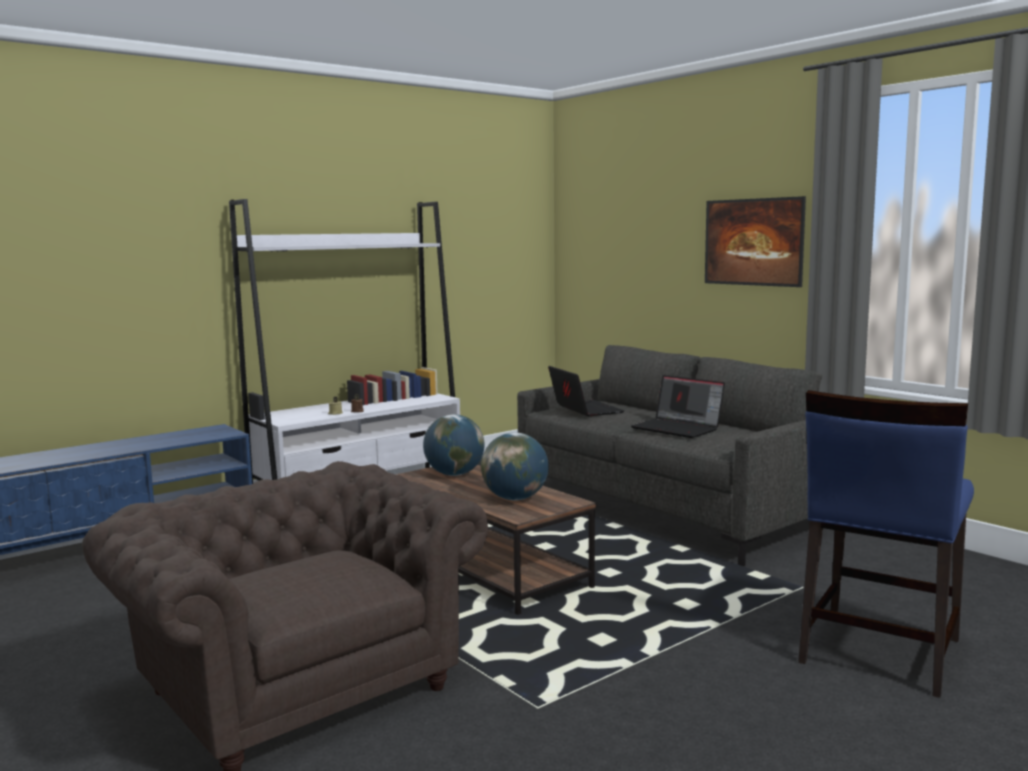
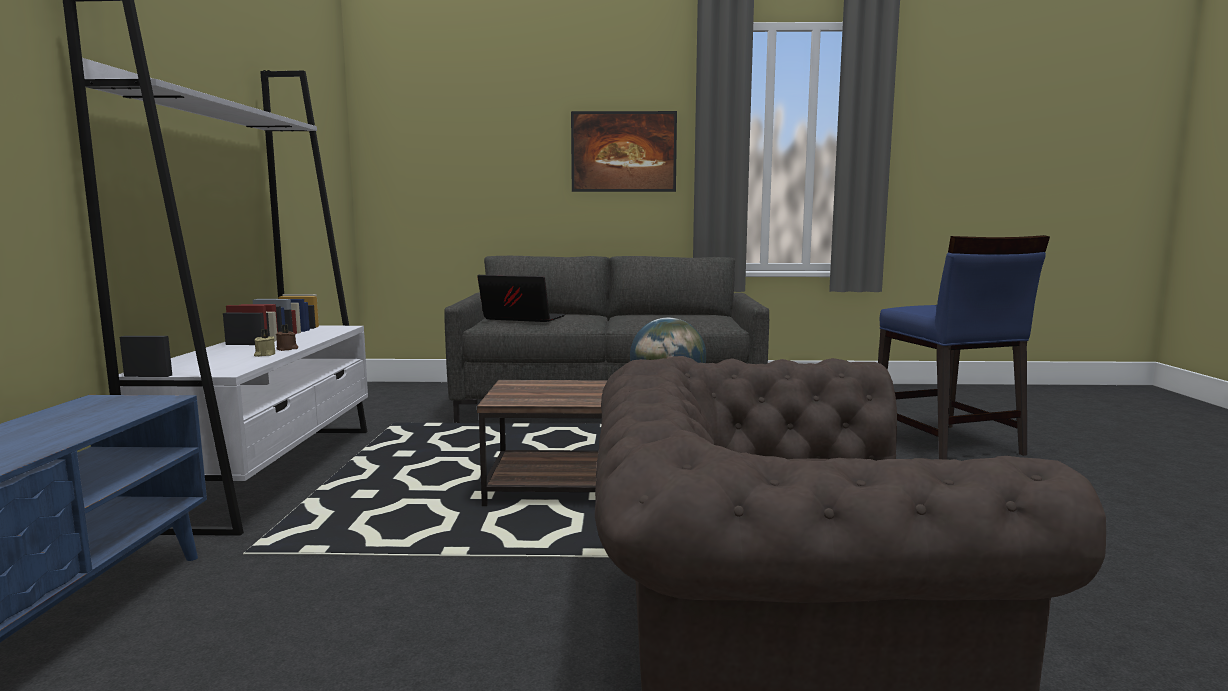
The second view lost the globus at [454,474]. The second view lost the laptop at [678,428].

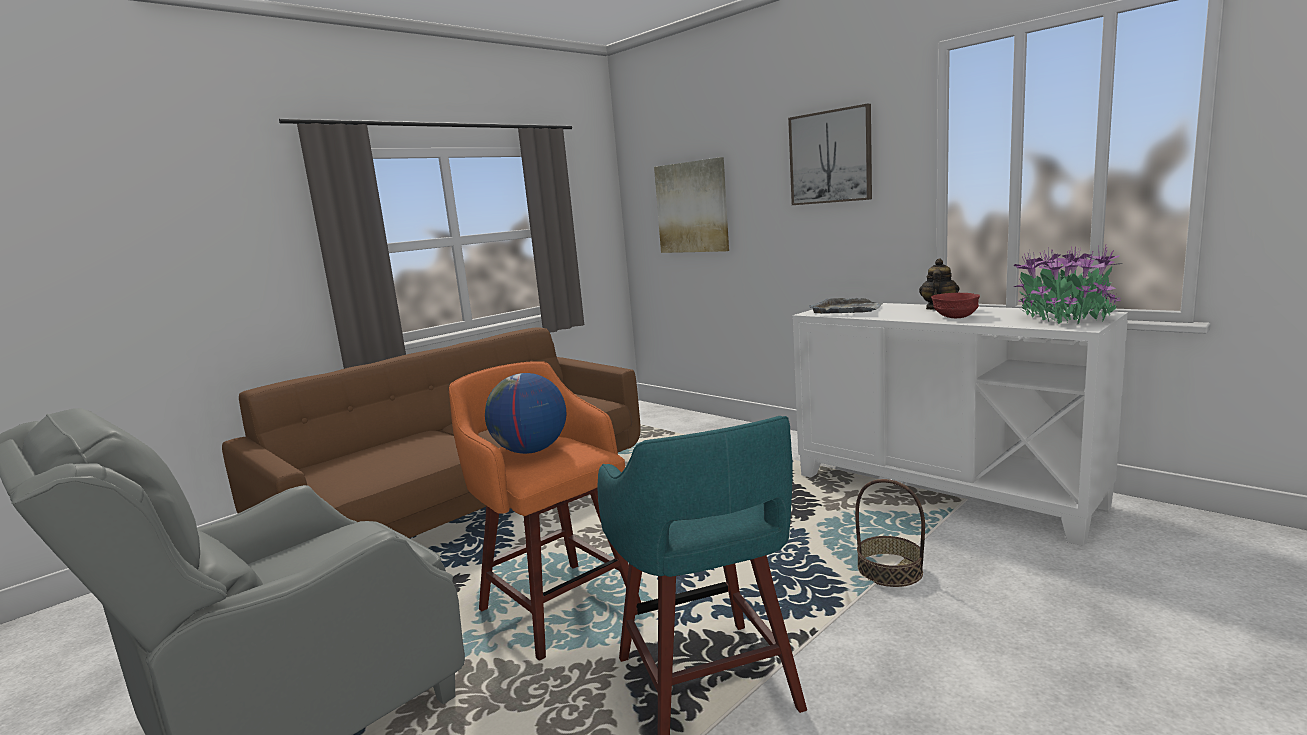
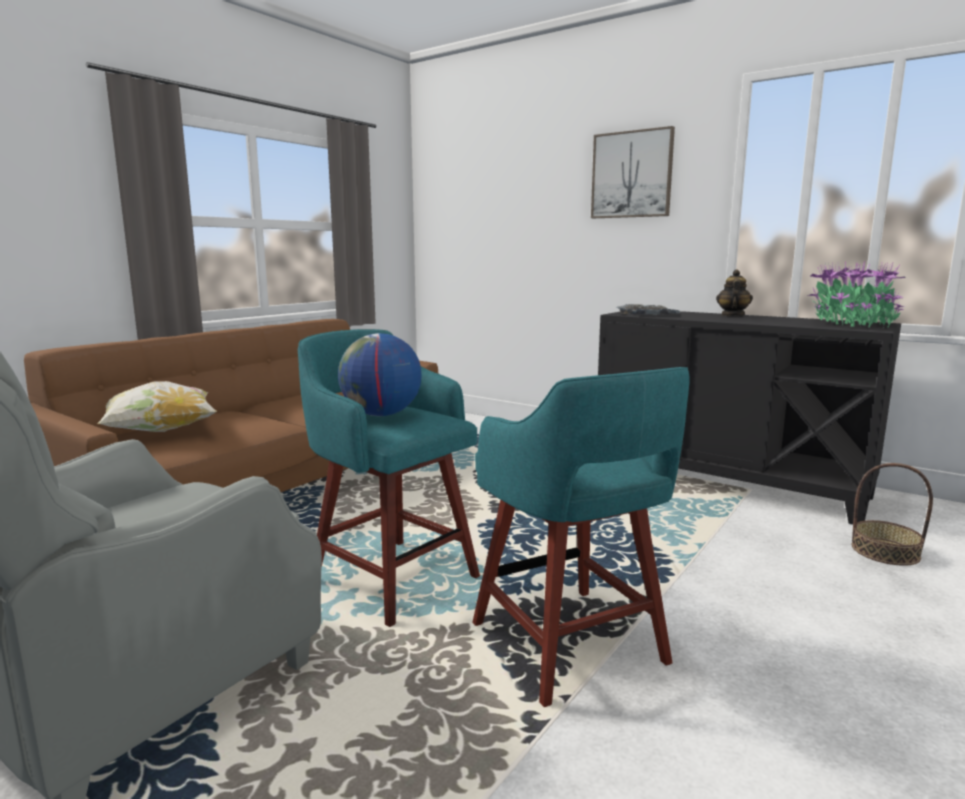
What was the stołek/pomarańczowy at [556,606] turned into the stołek/turkusowy at [391,578]. The second view lost the obraz at [692,207]. What was the szafka/biały at [943,489] turned into the szafka/czarny at [727,482]. The koszyk ended up elsewhere, having gone from [889,570] to [885,551]. The second view lost the miska/czerwony at [955,316]. The second view gained the poduszka at [161,431].

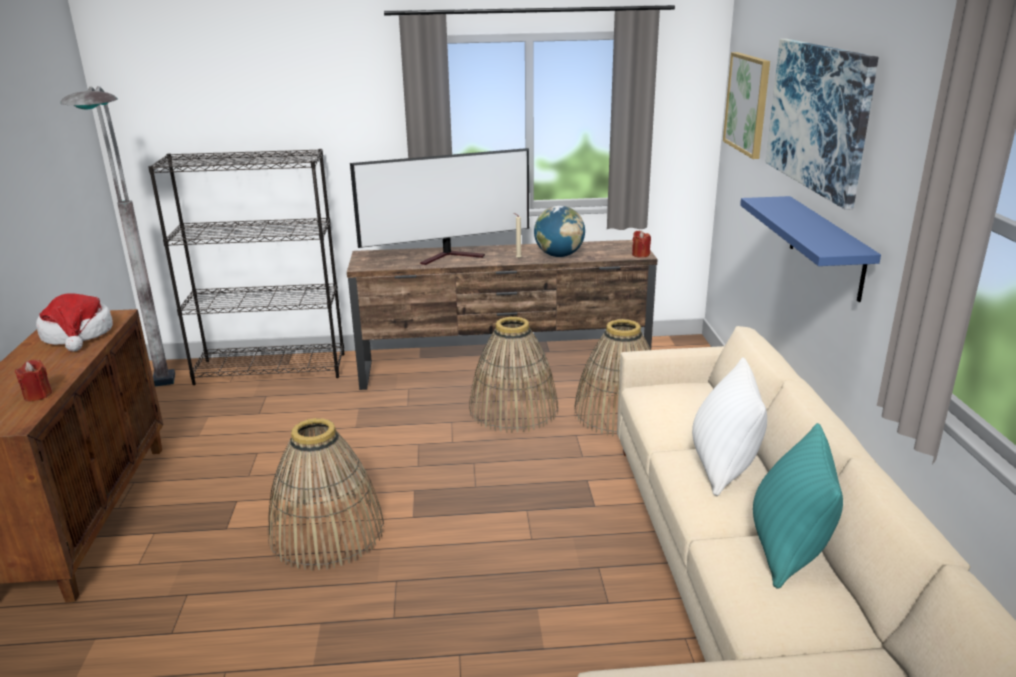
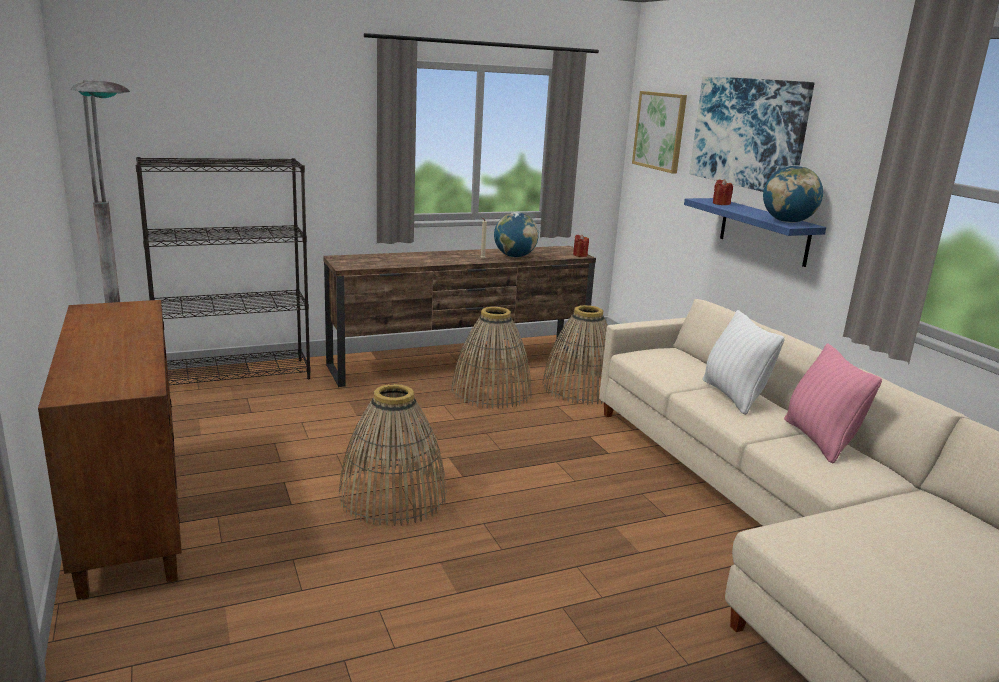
The świeca/czerwony ended up elsewhere, having gone from [38,395] to [721,203]. The second view lost the kapelusz at [78,335]. The second view lost the telewizor at [451,256]. What was the poduszka/turkusowy at [788,549] turned into the poduszka/różowy at [819,440]. The second view gained the globus at [787,222].

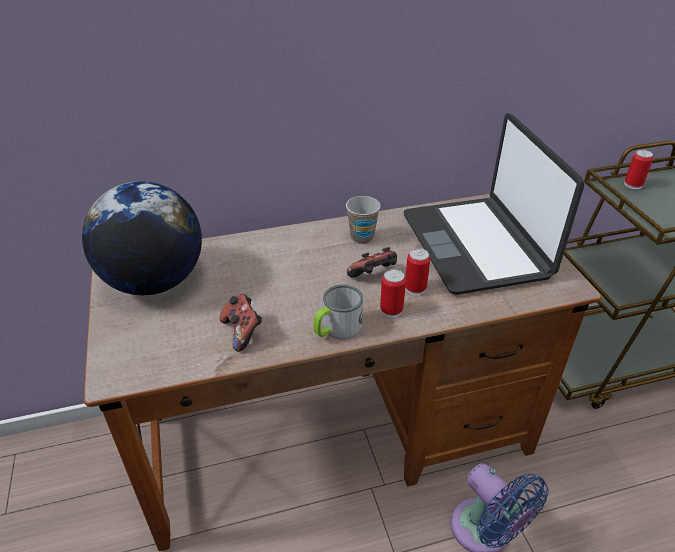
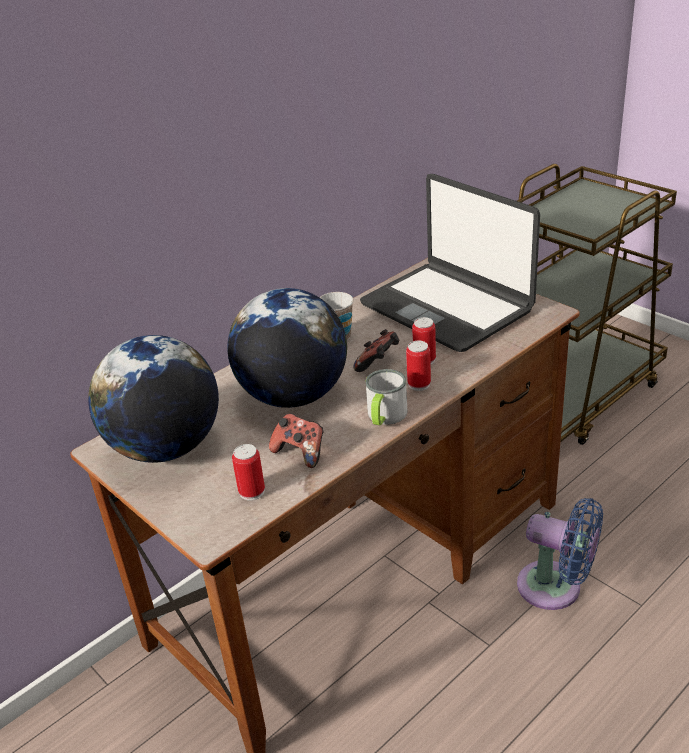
The puszka ended up elsewhere, having gone from [633,184] to [252,491]. The second view gained the globus at [293,396].

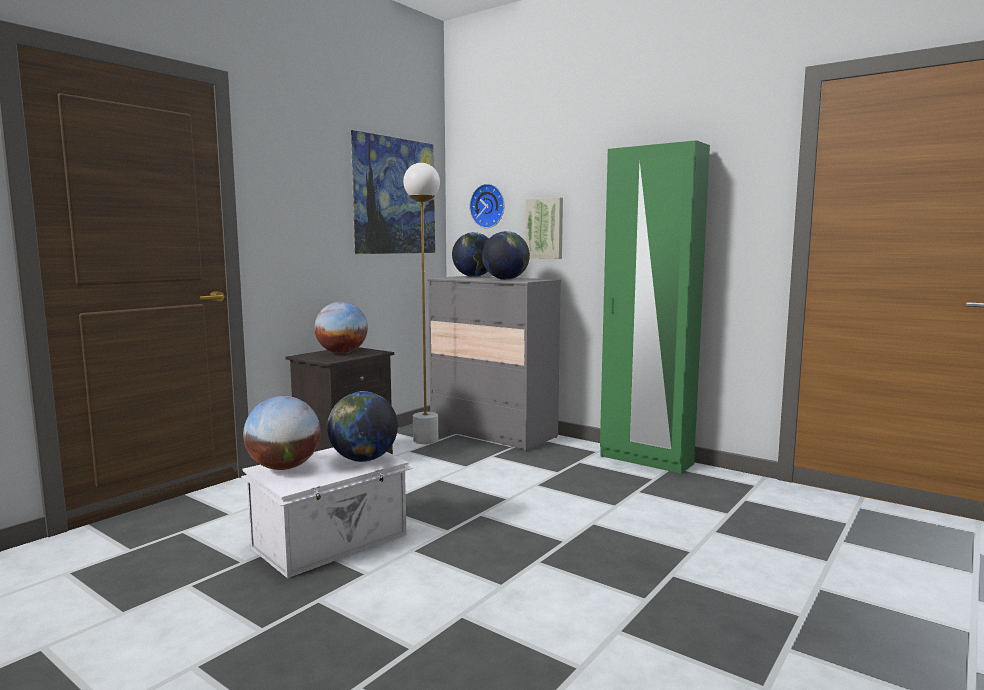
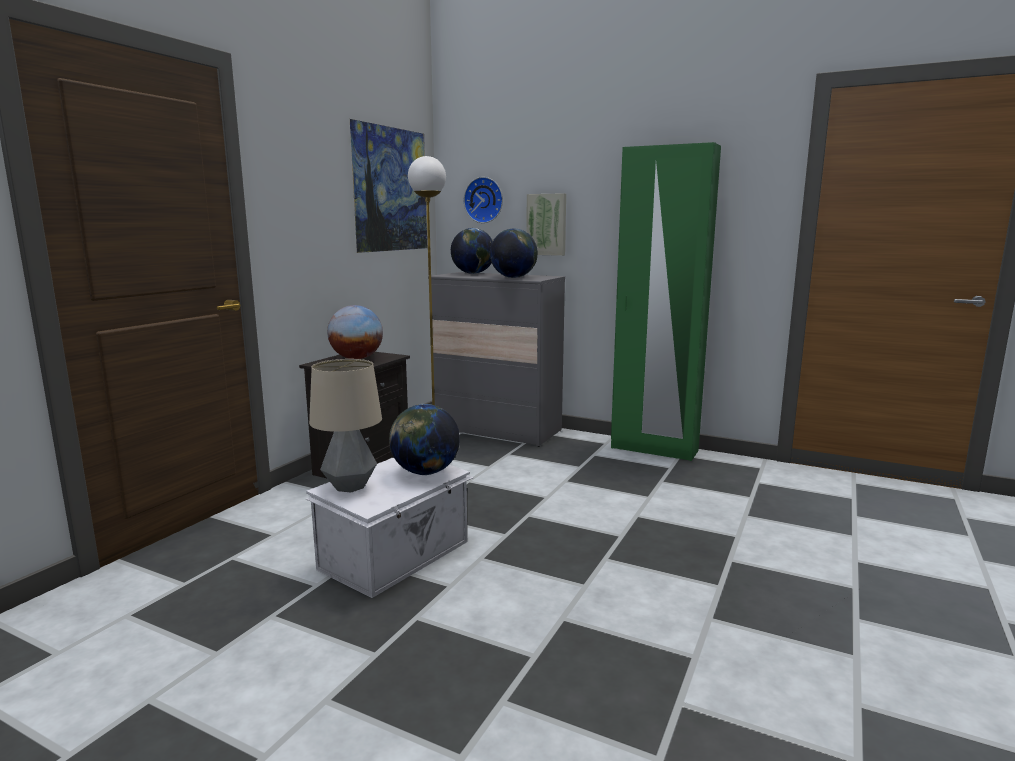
Where the globus stood at [284,467], the lampa stołowa came to stand at [350,486].

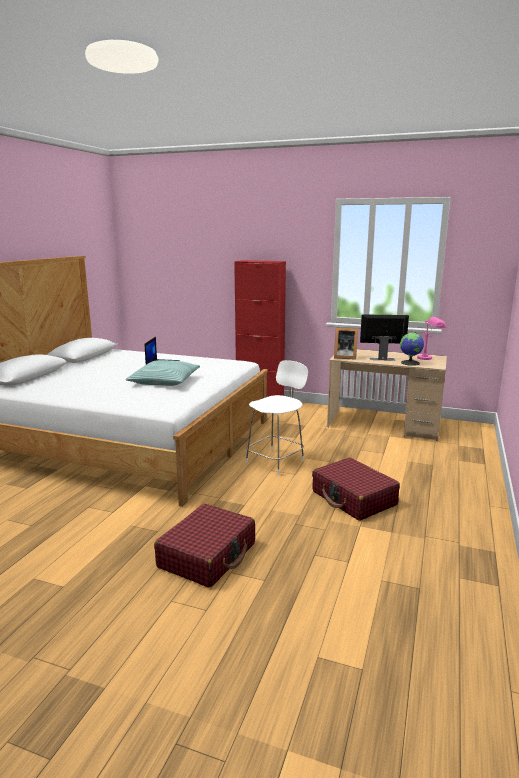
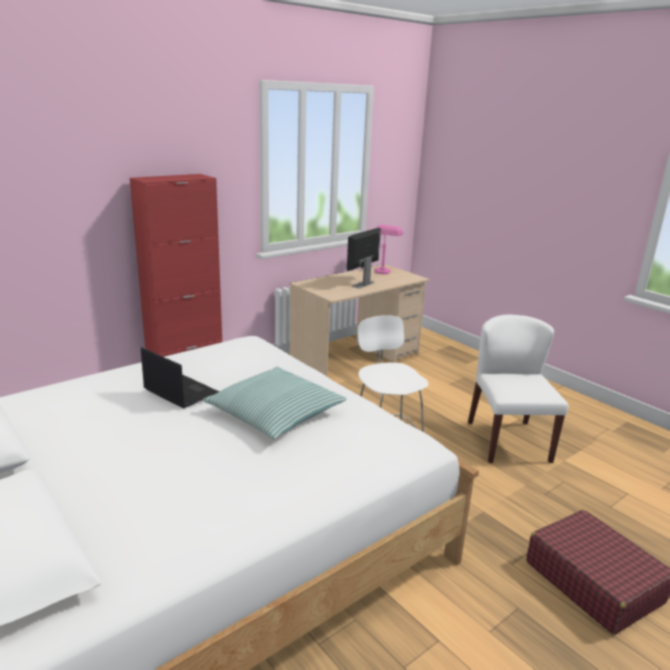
Where the walizka/czerwony stood at [353,498], the krzesło/biały came to stand at [508,441]. The second view lost the ramka na zdjęcie at [344,357]. The second view lost the globus at [410,363].

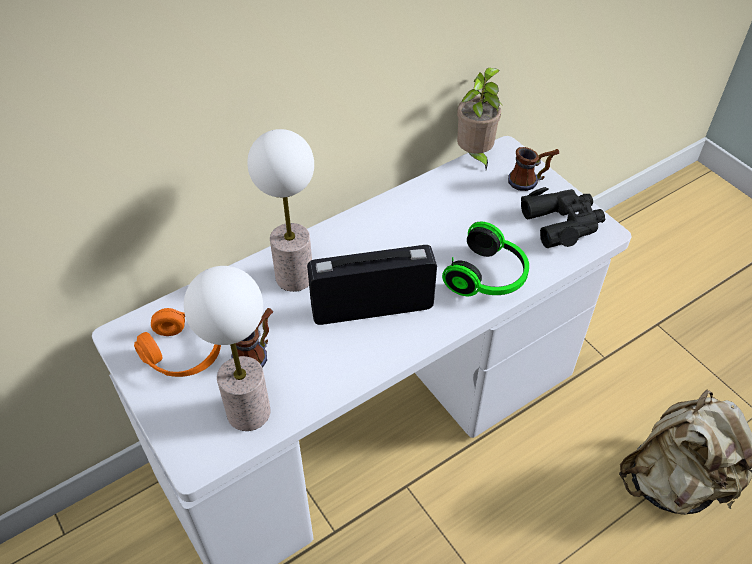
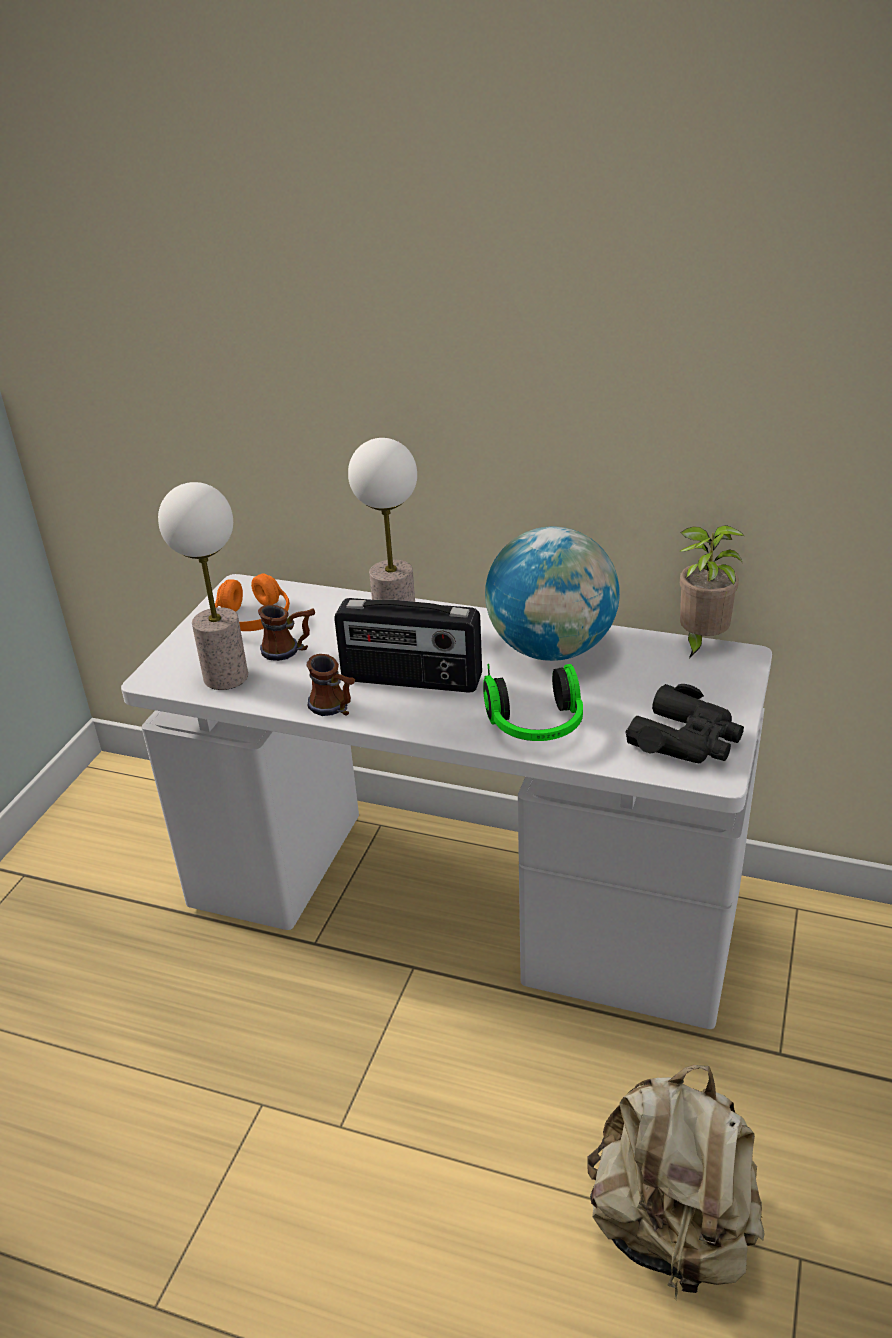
The radio at [372,307] ended up facing another way, 150 degrees clockwise from before. The kubek ended up elsewhere, having gone from [530,180] to [335,709]. The second view gained the globus at [551,649].

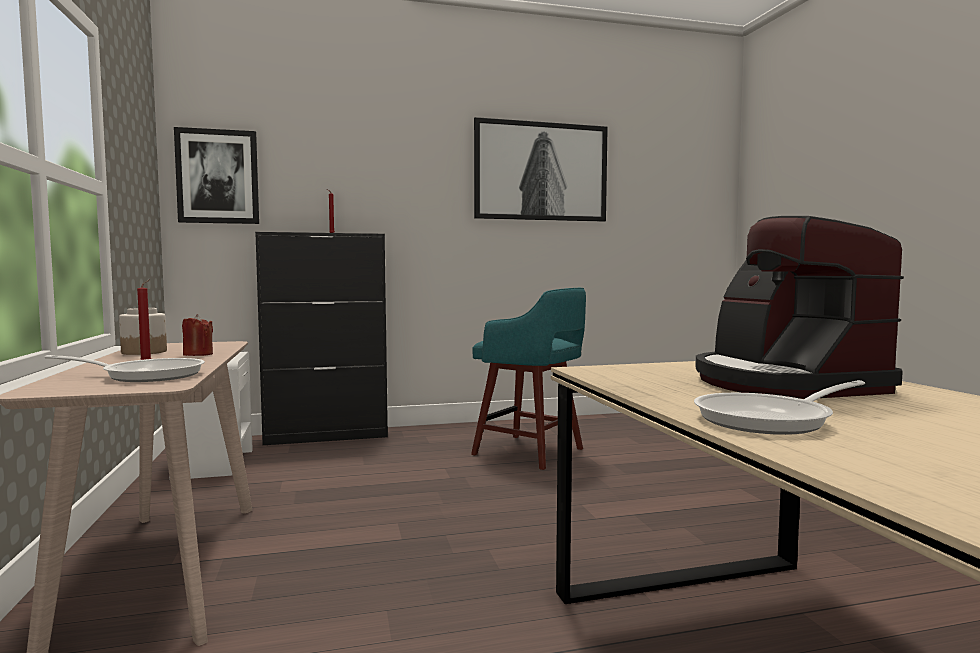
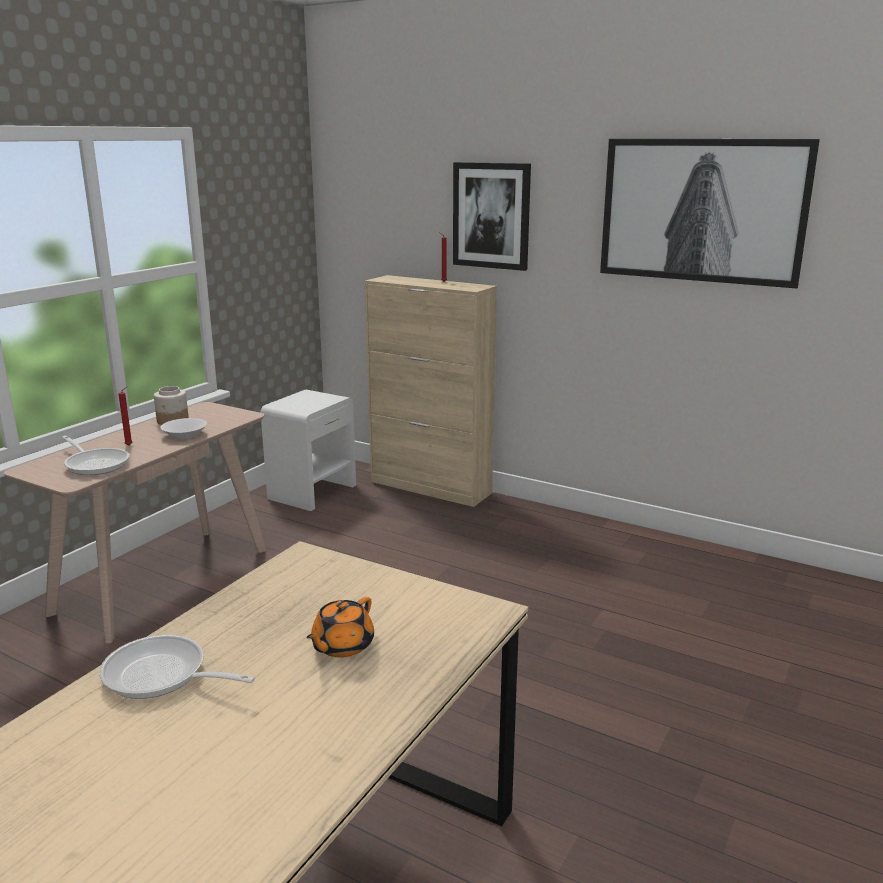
The obraz ended up elsewhere, having gone from [218,177] to [491,215]. Where the świeca/czerwony stood at [198,354], the miska/biały came to stand at [184,435]. What was the szafka/czarny at [327,436] turned into the szafka/beżowy at [431,487]. The second view lost the stołek/turkusowy at [531,452]. Where the ekspres do kawy stood at [783,383], the imbryk/pomarańczowy came to stand at [341,646].

